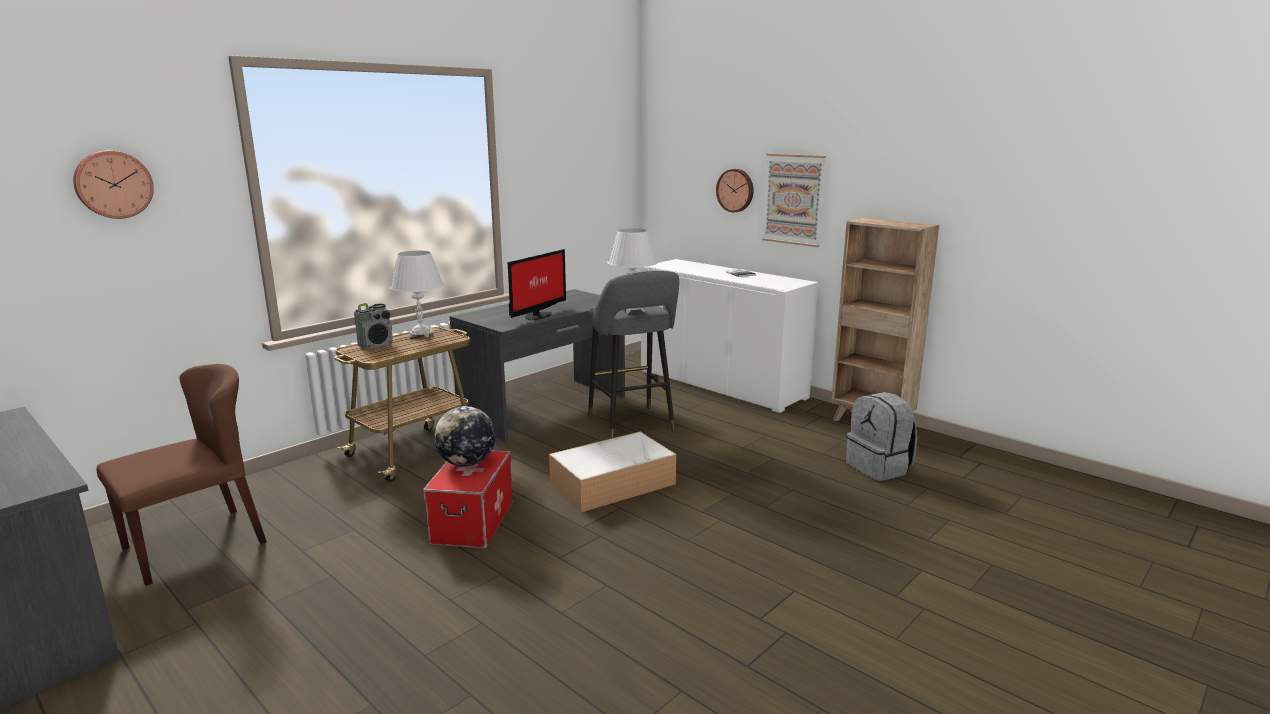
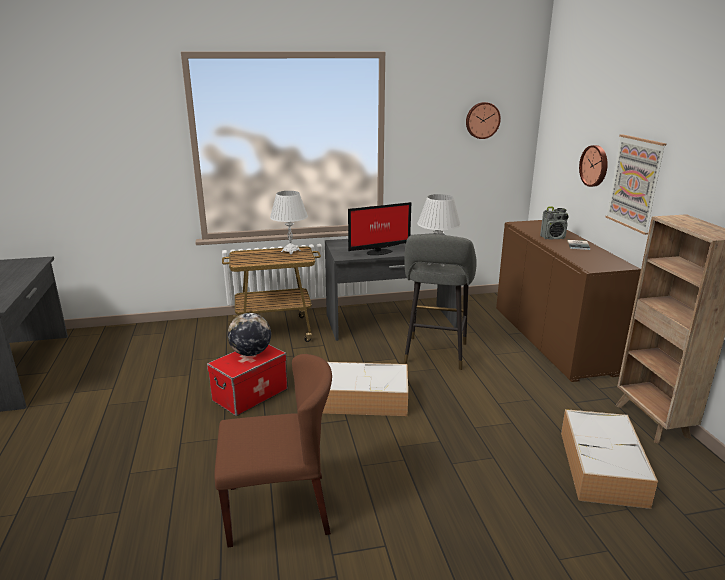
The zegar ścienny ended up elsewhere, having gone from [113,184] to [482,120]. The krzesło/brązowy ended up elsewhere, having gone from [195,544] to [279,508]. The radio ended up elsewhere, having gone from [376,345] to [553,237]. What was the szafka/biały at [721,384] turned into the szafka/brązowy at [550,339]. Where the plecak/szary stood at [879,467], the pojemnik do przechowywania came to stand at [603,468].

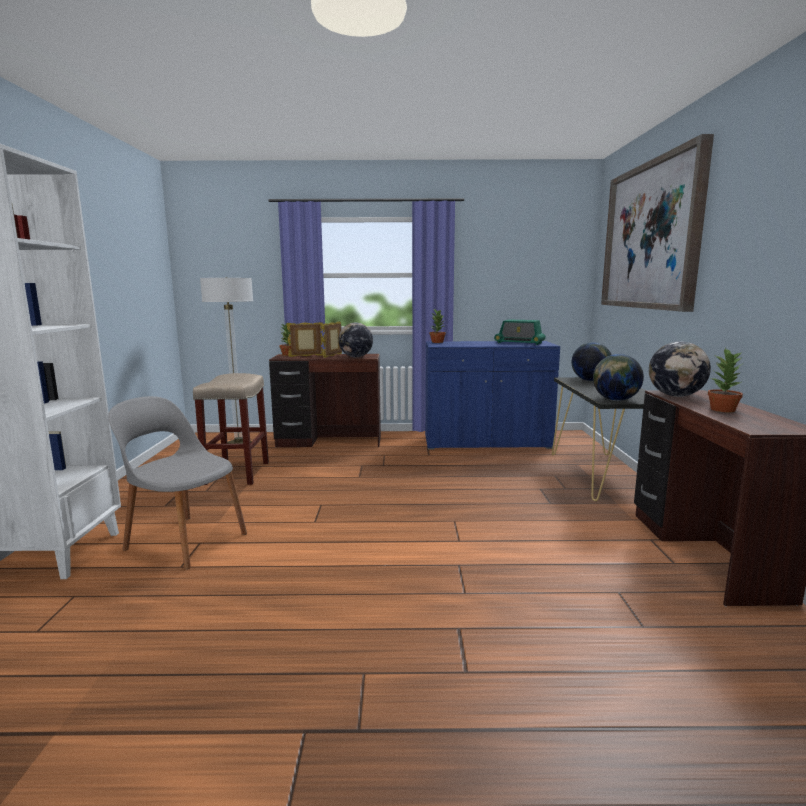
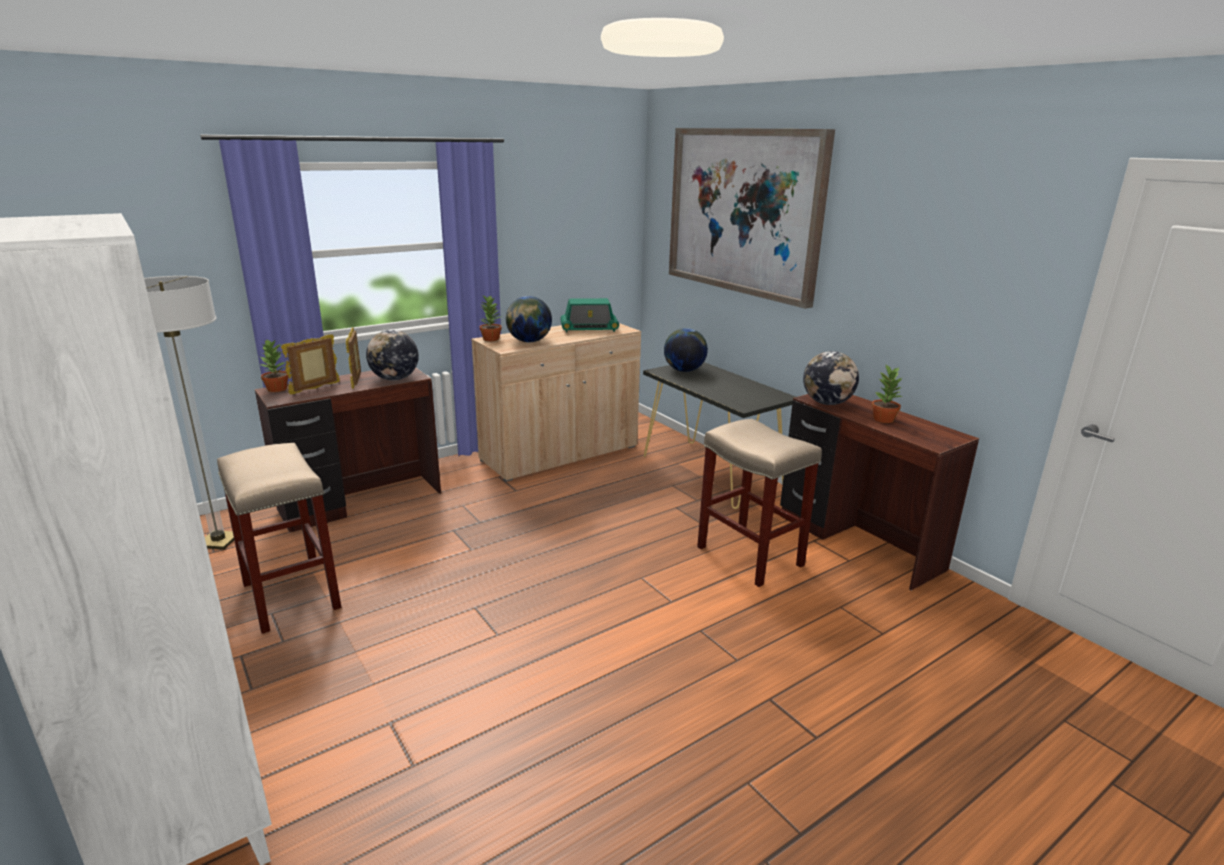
The second view lost the krzesło/szary at [184,540]. What was the szafka/niebieski at [486,442] turned into the szafka/beżowy at [560,454]. The globus ended up elsewhere, having gone from [615,400] to [529,341]. The second view gained the stołek/beżowy at [748,556].

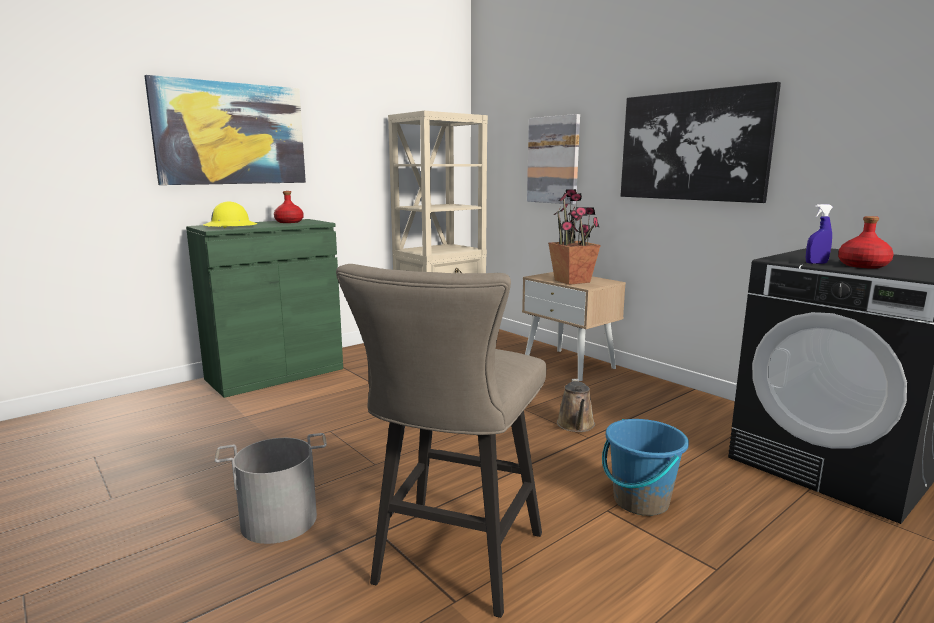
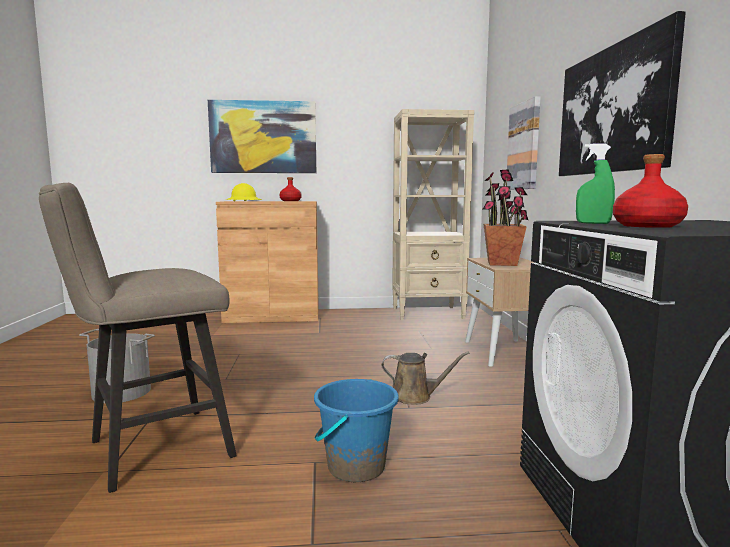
What was the szafka/zielony at [275,374] turned into the szafka/brązowy at [272,316]. The konewka/brązowy at [576,426] ended up facing another way, 120 degrees counterclockwise from before. What was the spryskiwacz/niebieski at [816,263] turned into the spryskiwacz/zielony at [593,223].

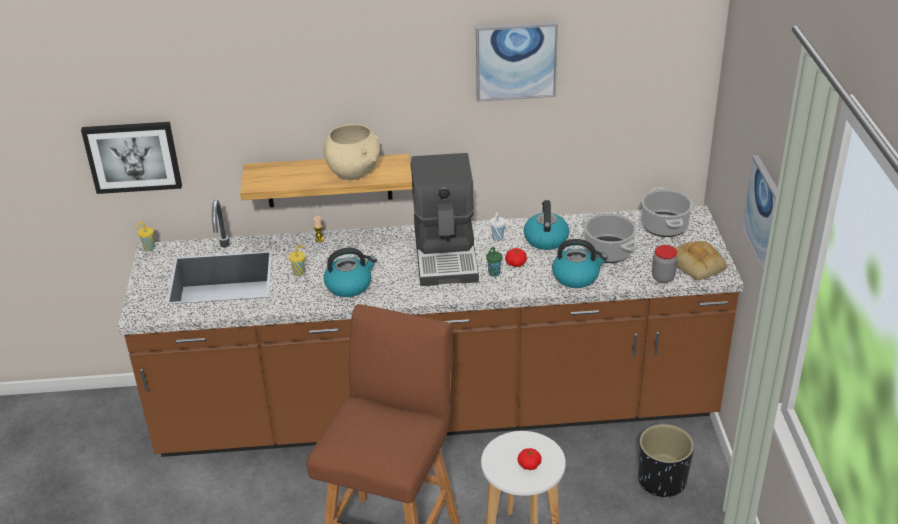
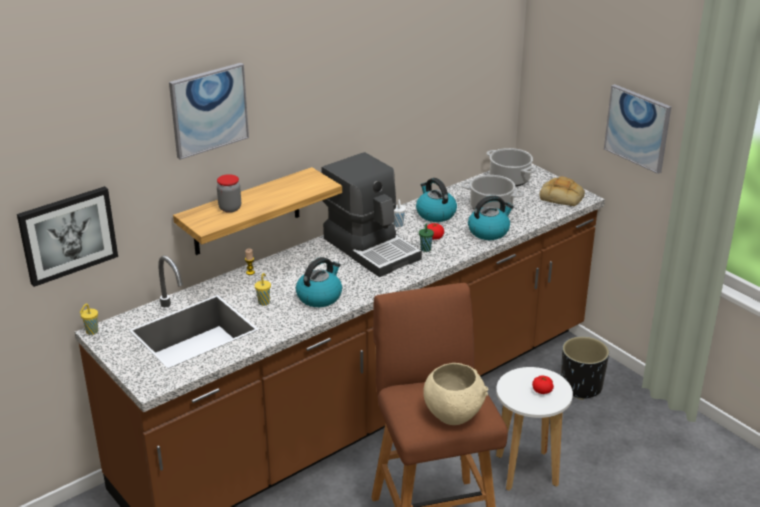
The miska/beżowy ended up elsewhere, having gone from [353,172] to [453,414]. The obraz ended up elsewhere, having gone from [516,61] to [208,110]. The słoik ended up elsewhere, having gone from [663,278] to [230,208].

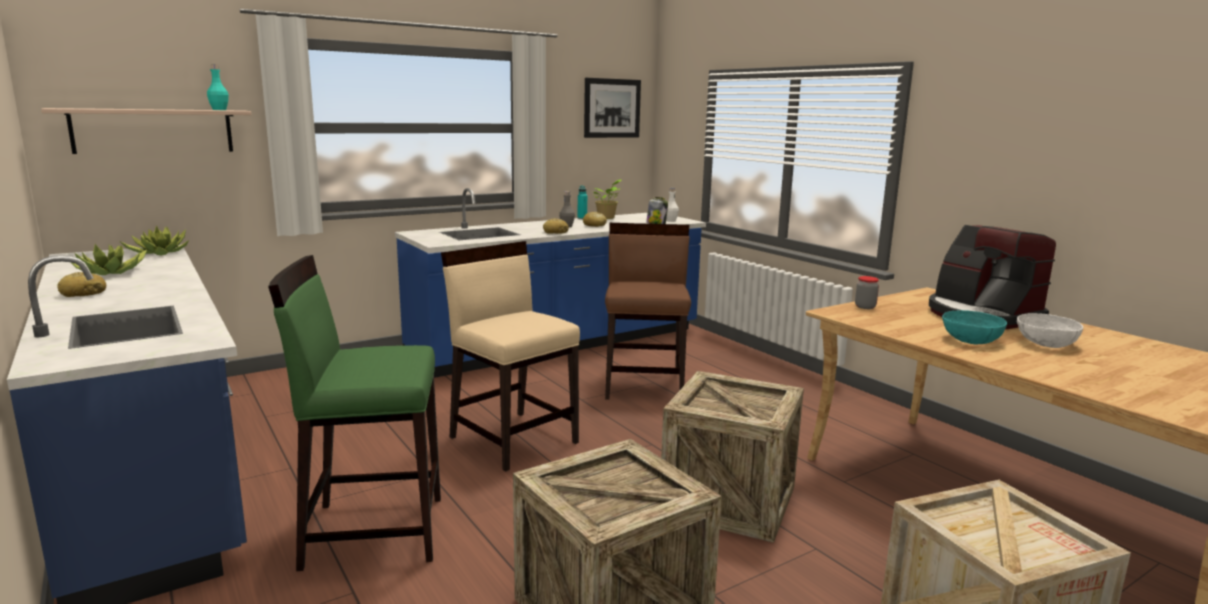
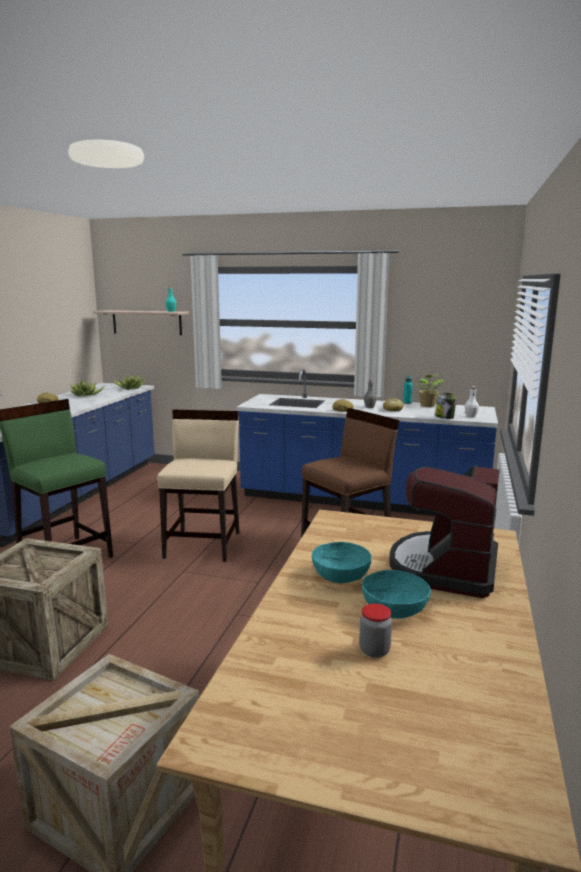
The second view lost the obraz at [612,108]. The second view lost the skrzynka at [729,500]. The słoik ended up elsewhere, having gone from [865,307] to [374,650]. What was the miska/biały at [1046,343] turned into the miska/turkusowy at [394,609].

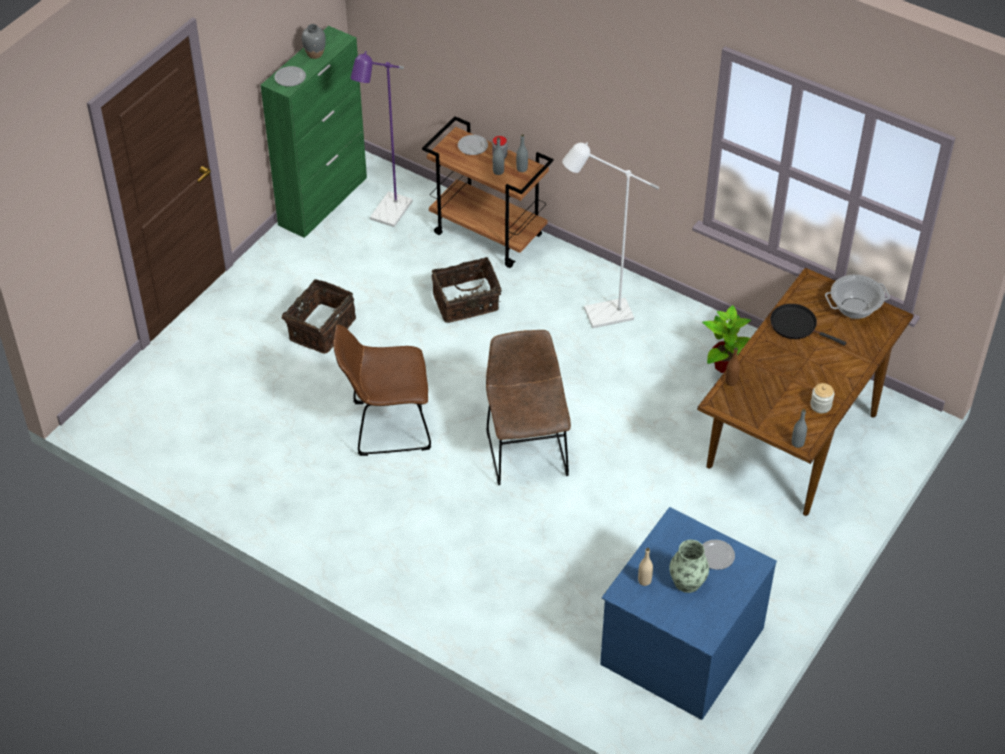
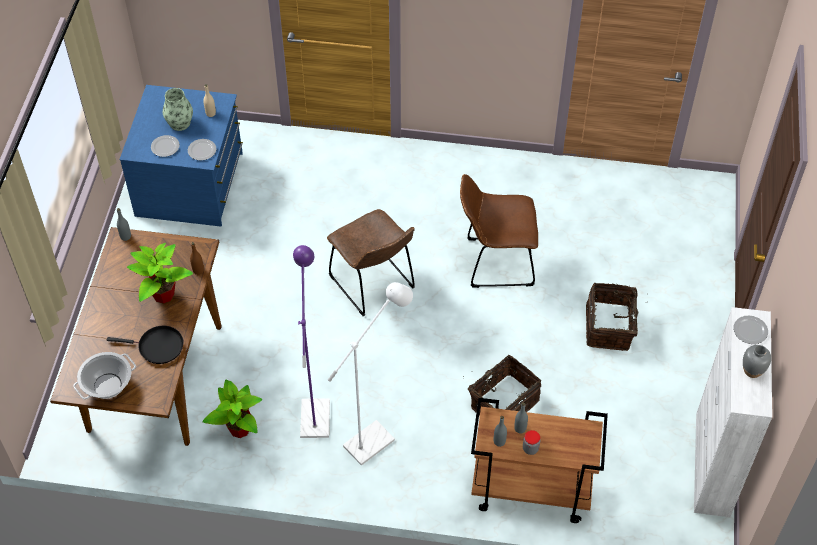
What was the szafka/zielony at [323,201] turned into the szafka/biały at [712,465]. The krzesło/brązowy at [386,426] ended up facing another way, 150 degrees counterclockwise from before. The lampa stojąca/fioletowy ended up elsewhere, having gone from [387,216] to [315,411]. The talerz ended up elsewhere, having gone from [472,146] to [202,150]. The second view lost the słoik at [820,405]. The second view gained the roślina doniczkowa at [162,295].

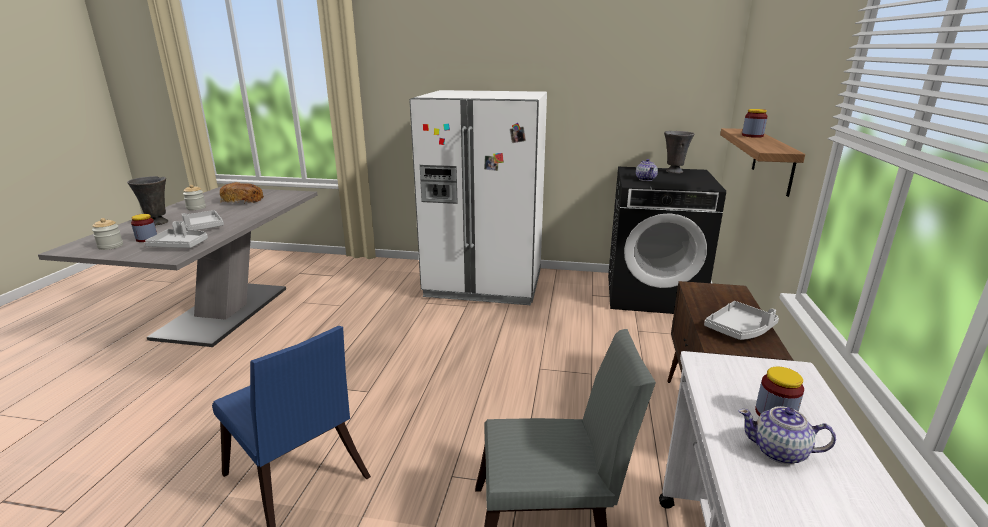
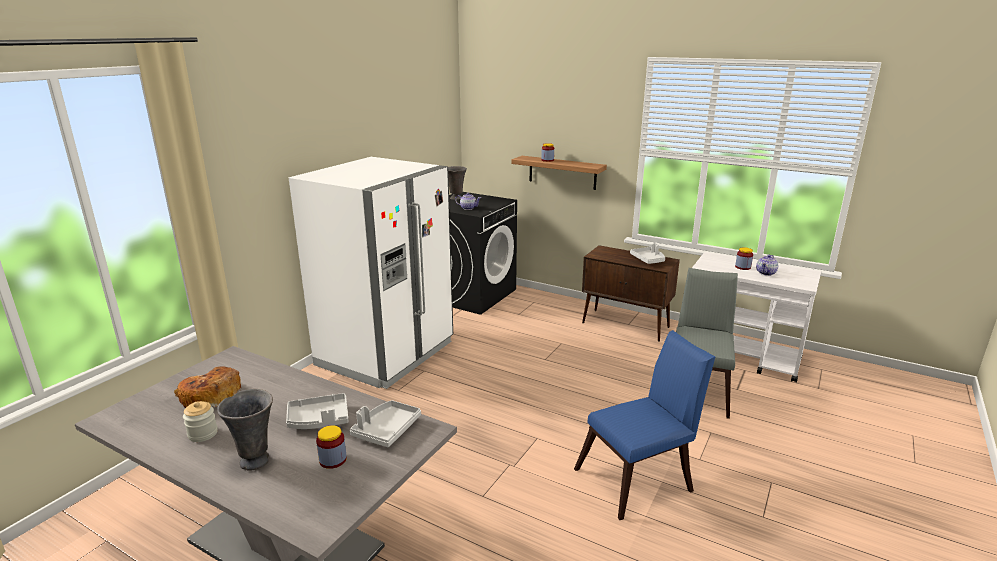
The second view lost the słoik at [110,246].

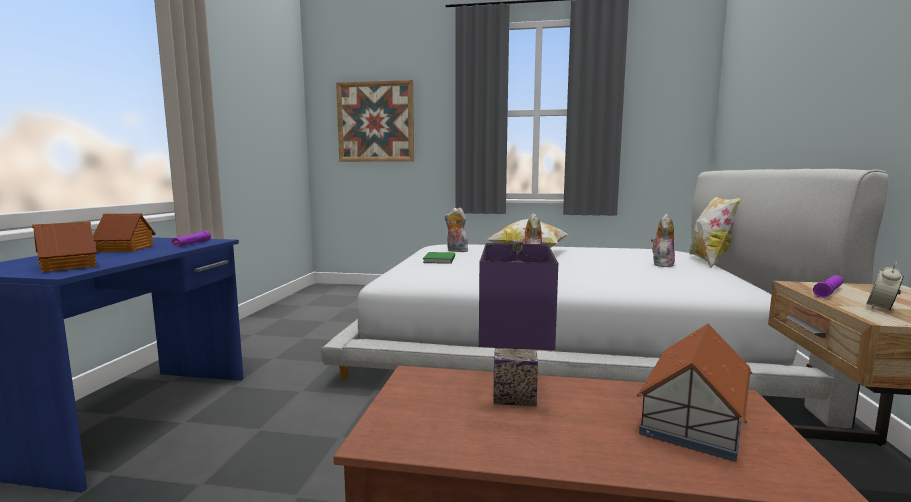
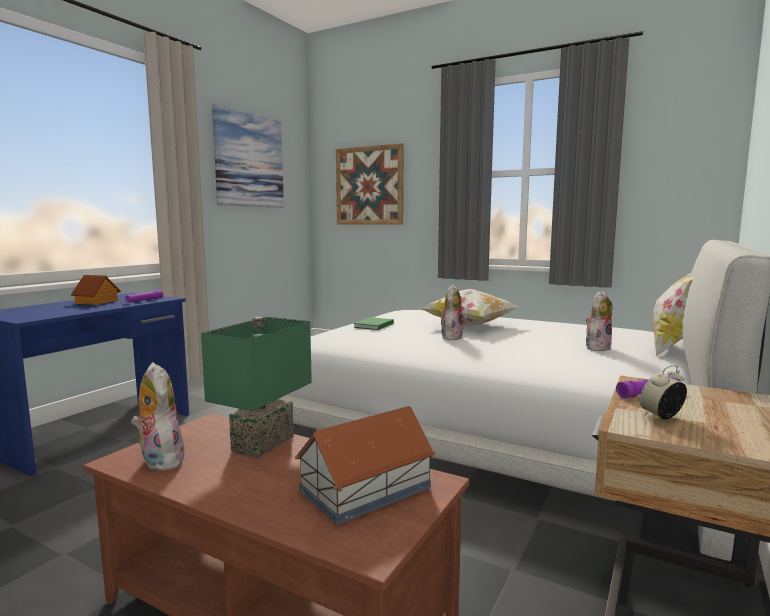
The second view lost the domek at [66,266]. The pluszak ended up elsewhere, having gone from [455,251] to [159,461]. What was the lampa stołowa/fioletowy at [518,390] turned into the lampa stołowa/zielony at [265,444]. The second view gained the obraz at [249,160].

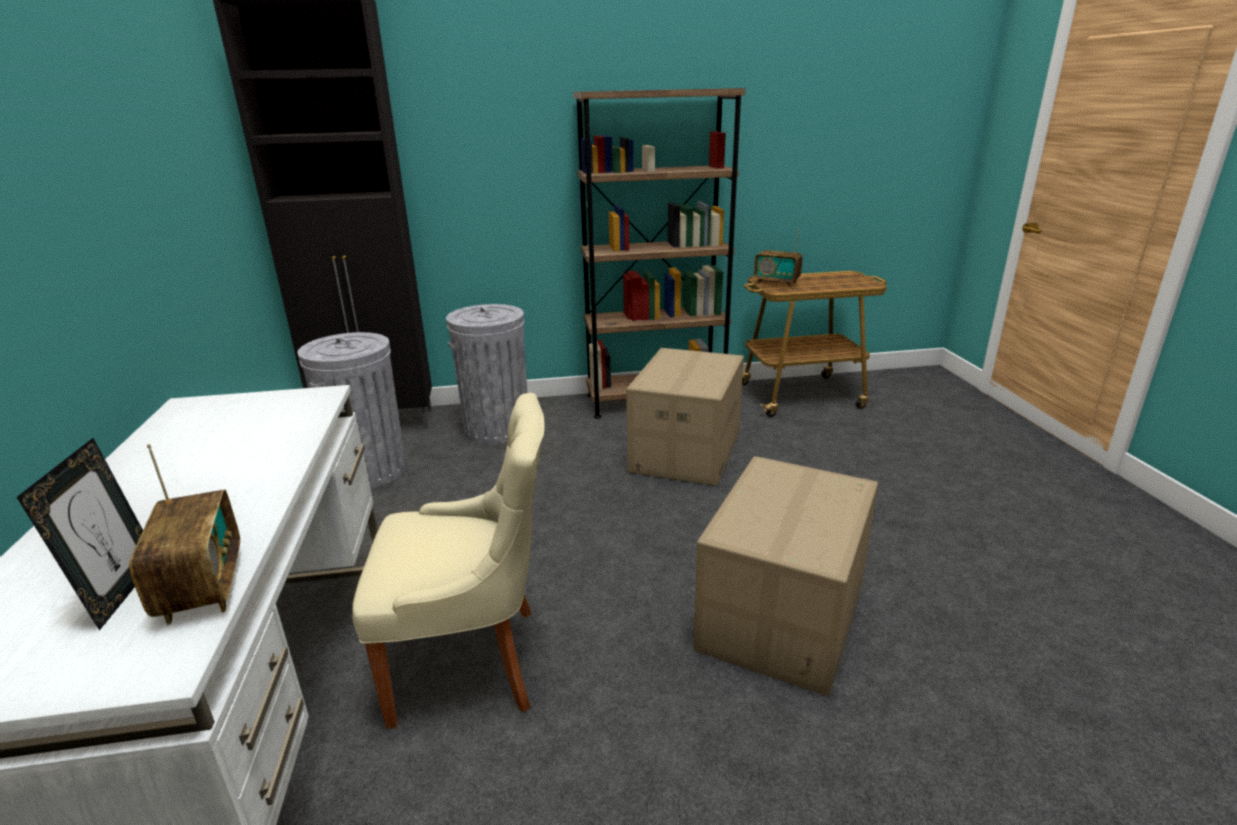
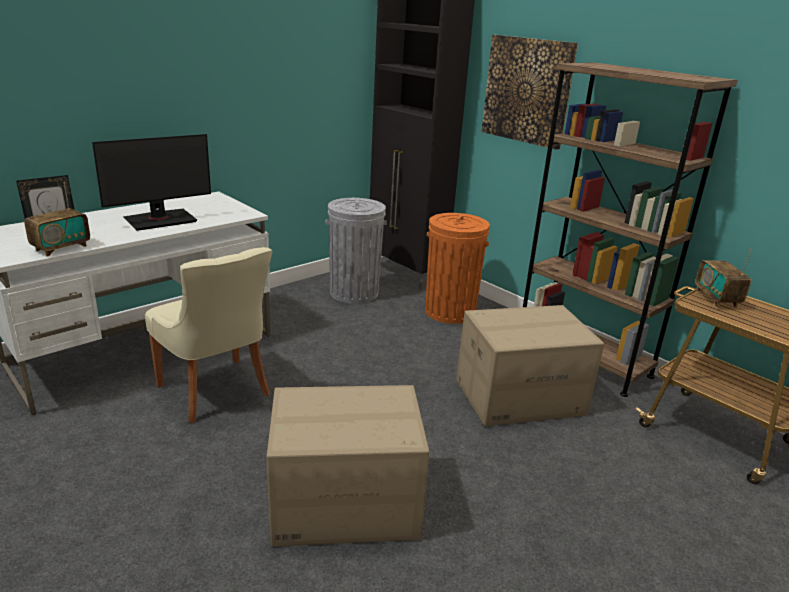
What was the kosz na śmieci/szary at [497,429] turned into the kosz na śmieci/pomarańczowy at [450,312]. The second view gained the monitor at [160,220]. The second view gained the obraz at [527,90].

